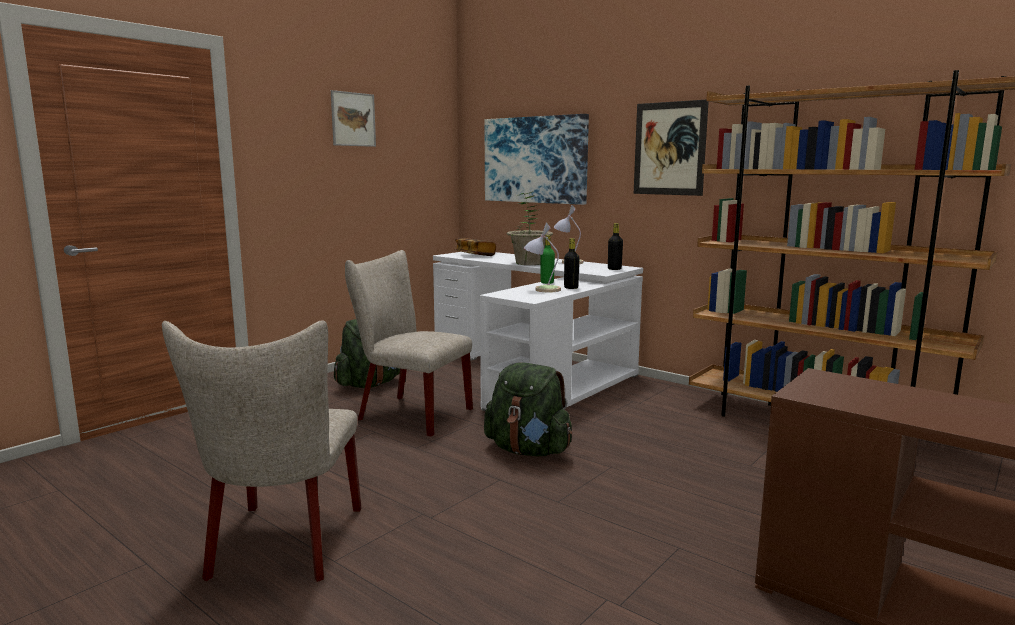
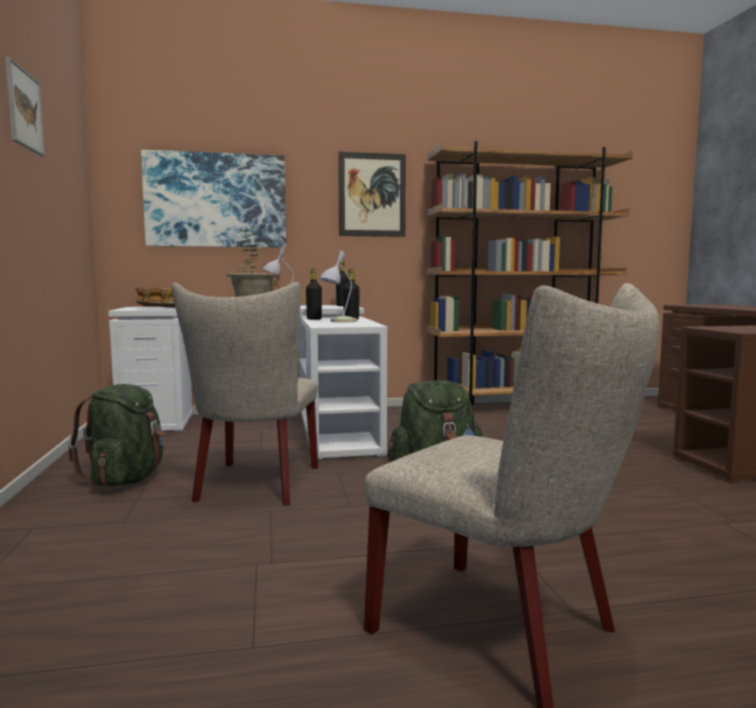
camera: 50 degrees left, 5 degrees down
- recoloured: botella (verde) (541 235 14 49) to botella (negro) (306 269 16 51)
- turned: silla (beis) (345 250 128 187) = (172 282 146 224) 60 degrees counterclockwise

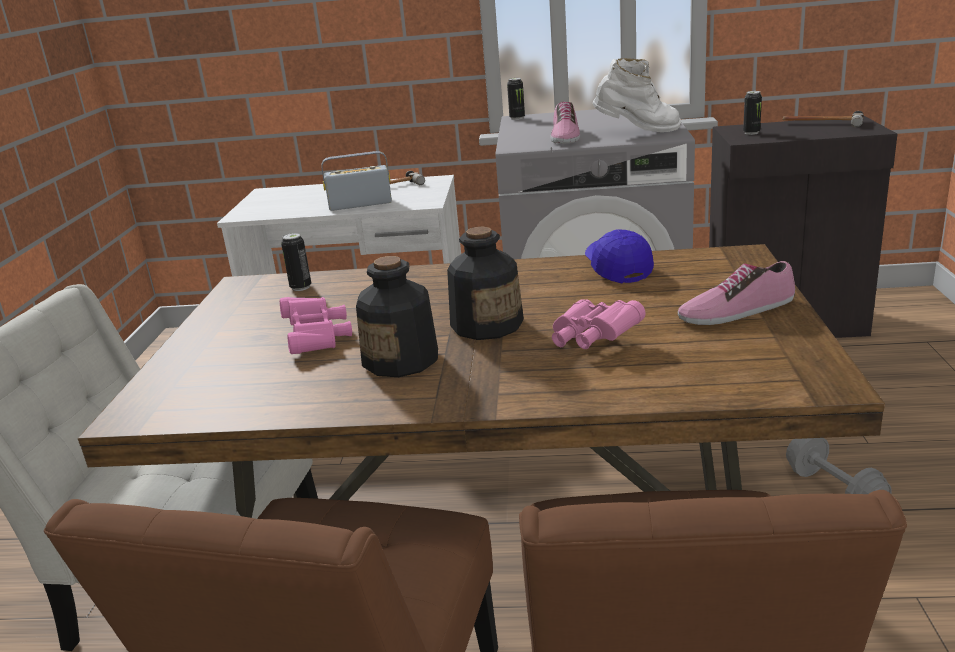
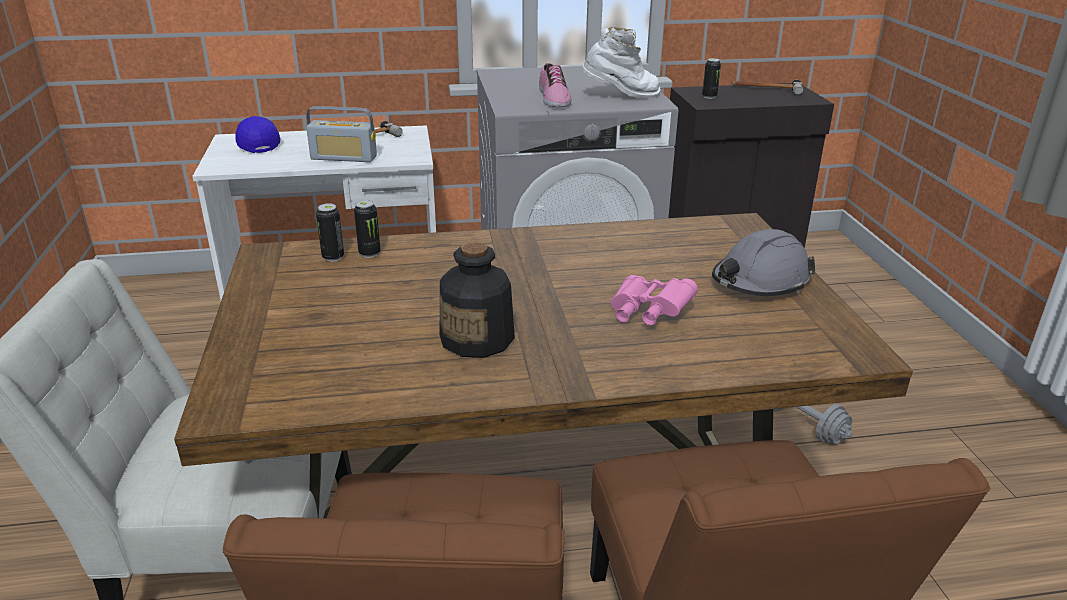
camera: 15 degrees left, 5 degrees up
- removed: prismáticos (rosa) (280 297 72 57)
- removed: botella (447 227 77 113)
- moved: lata (507 78 18 42) to (354 200 27 58)
- moved: gorra (azul) (585 229 69 55) to (235 116 45 37)
- replaced: zapato (678 261 117 64) to casco (gris) (712 229 103 67)
- turned: radio (322 151 70 60) = (306 106 71 56) 150 degrees counterclockwise

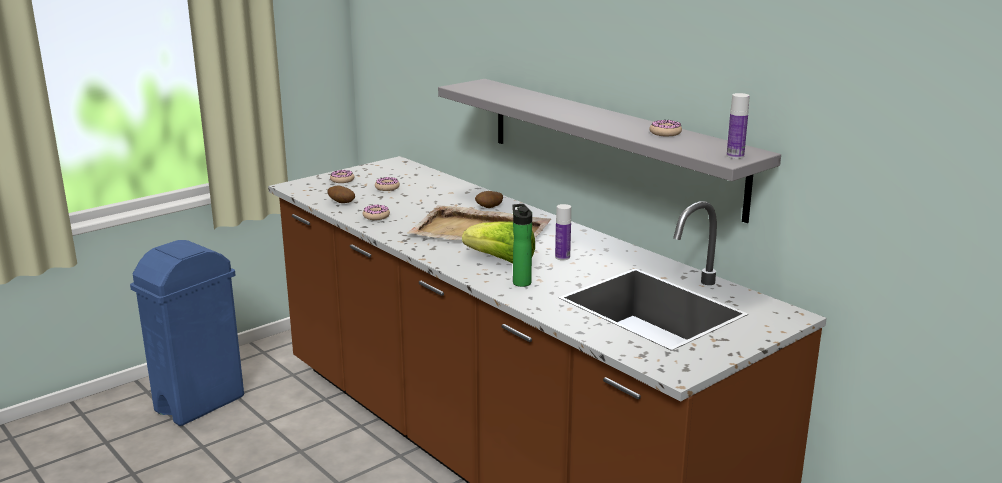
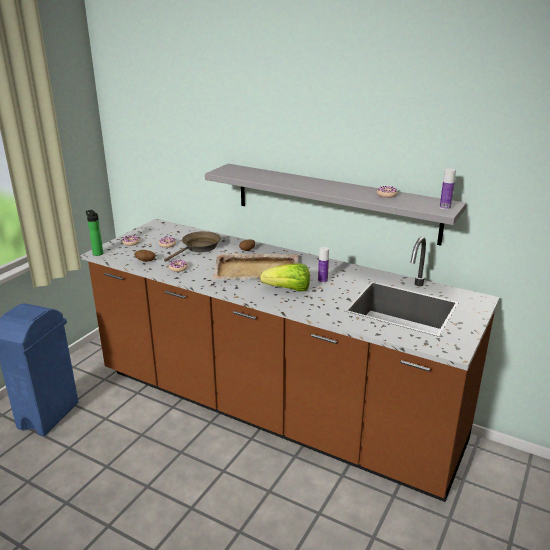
camera: 20 degrees left, 5 degrees up
- added: sartén (marrón) (164 231 57 31)
- moved: botella (512 204 20 83) to (86 210 17 46)

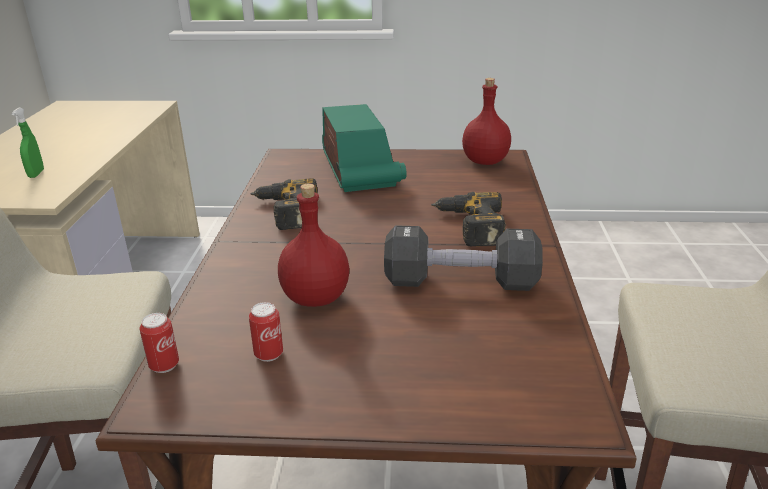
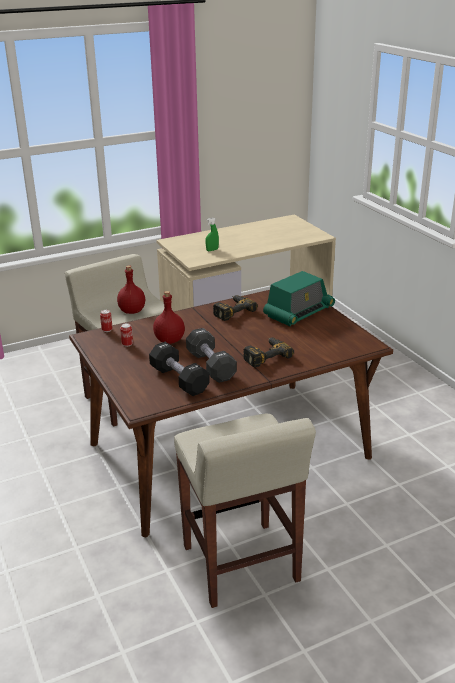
camera: 60 degrees right, 0 degrees up
- added: mancuerna (negro) (149 342 61 54)
- moved: botella (rojo) (462 78 49 87) to (117 265 28 49)

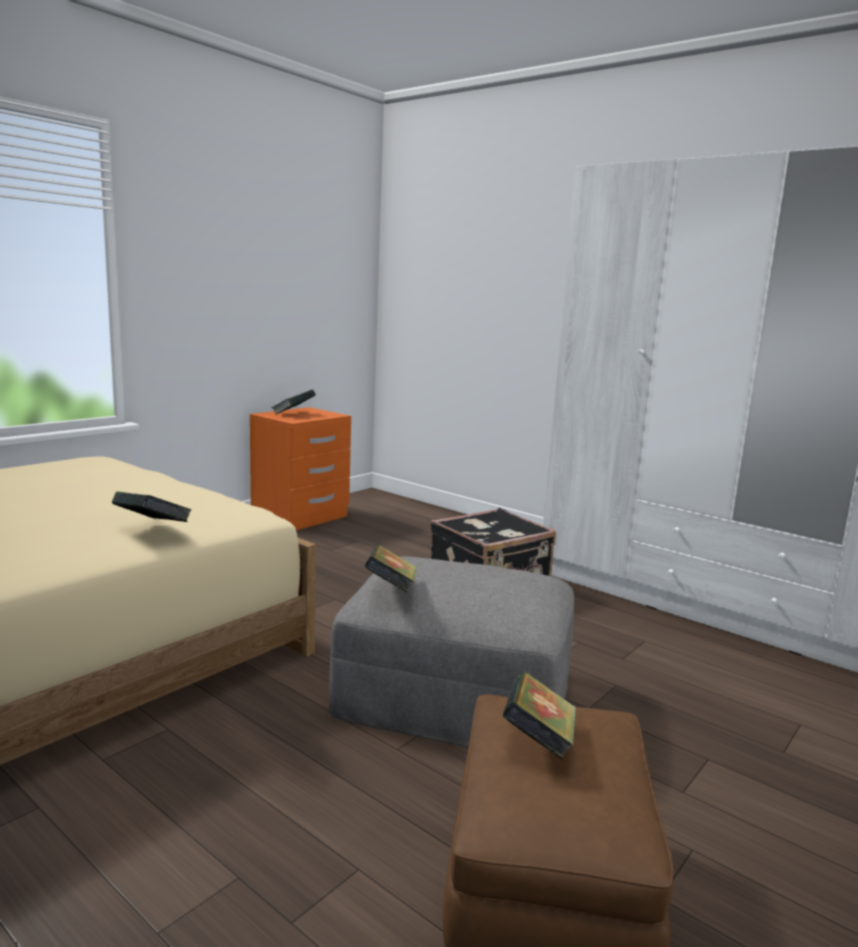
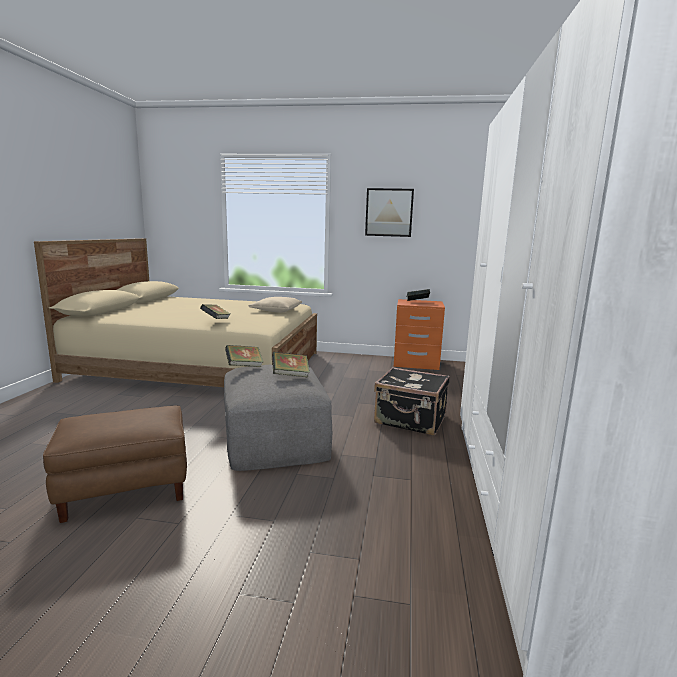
camera: 60 degrees right, 0 degrees up
- added: cojín (beis) (248 297 54 15)
- added: cuadro (365 188 49 49)
- moved: libro (502 671 74 88) to (272 352 38 25)

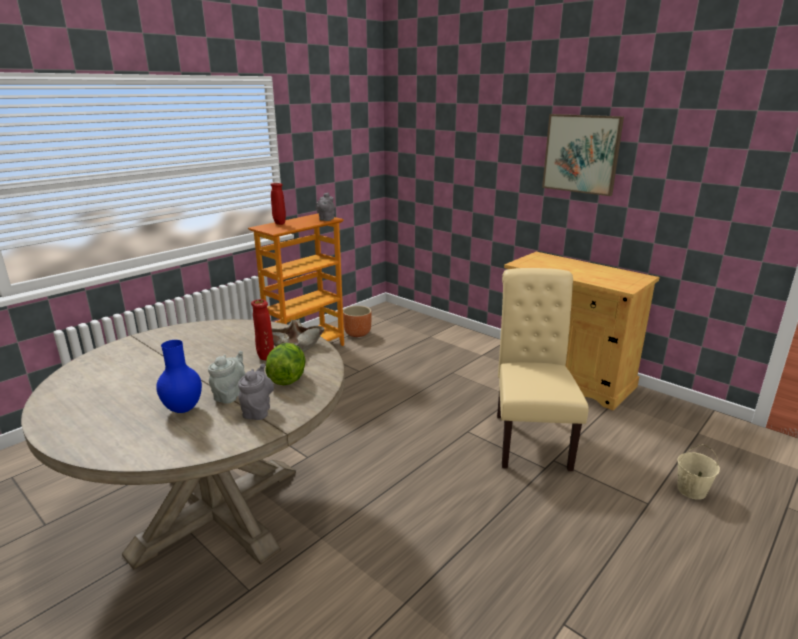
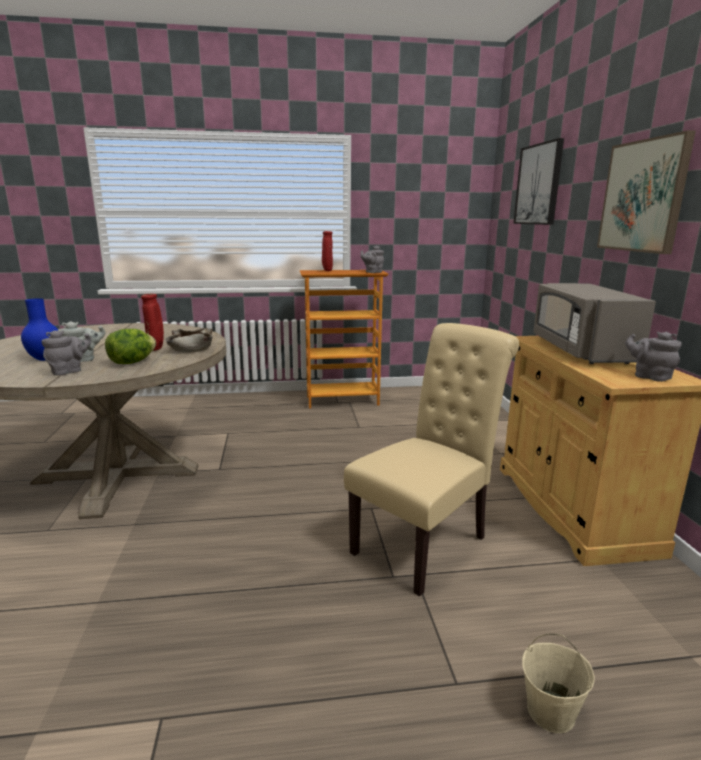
camera: 40 degrees right, 5 degrees down
- removed: maceta (marrón) (343 306 29 31)
- added: cuadro (513 138 51 87)
- added: microondas (gris) (533 283 123 81)
- added: tetera (gris) (625 332 56 50)

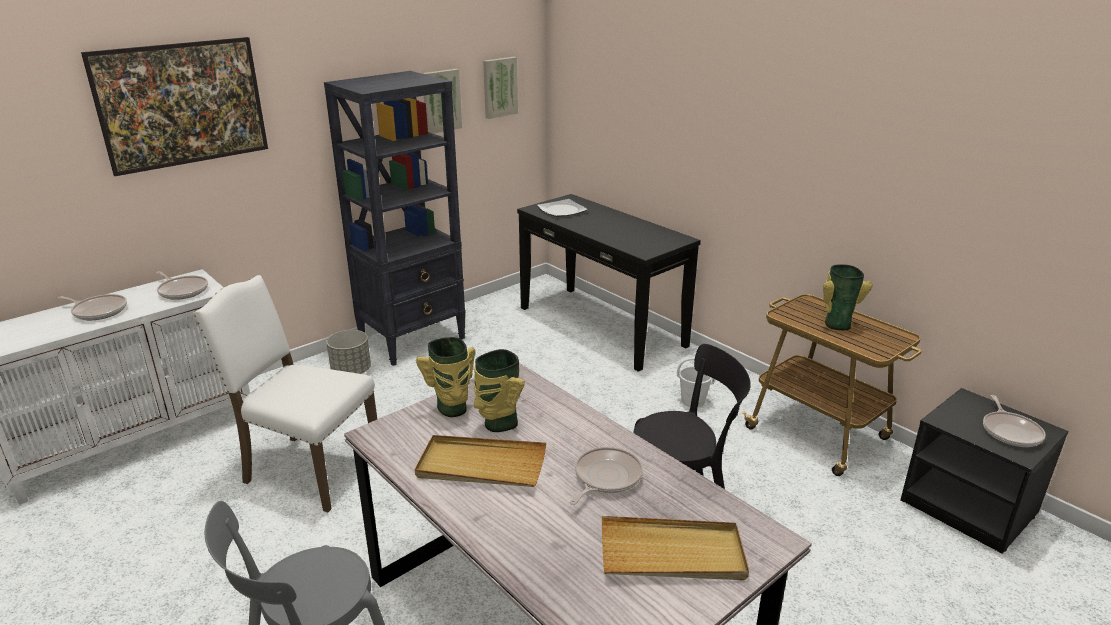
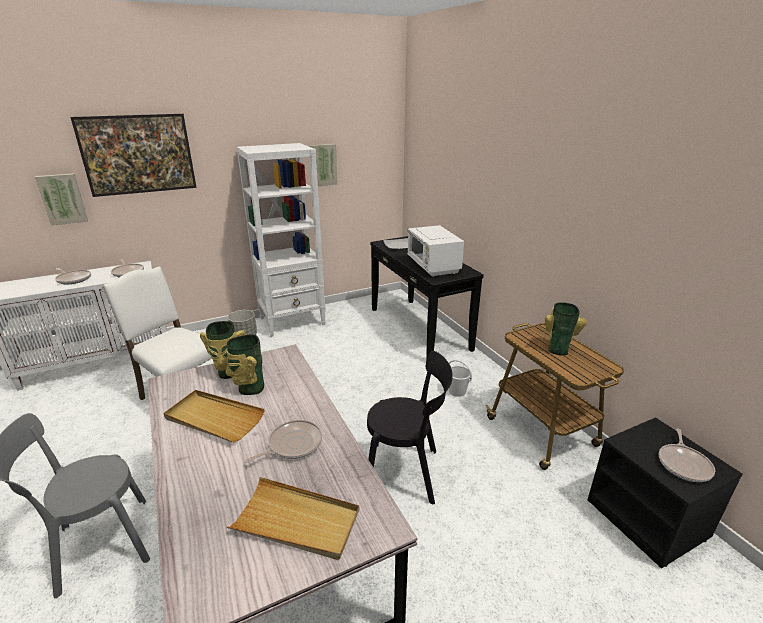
camera: 15 degrees right, 0 degrees up
- added: microondas (blanco) (407 225 57 52)
- moved: cuadro (483 57 35 62) to (35 173 53 53)
- recoloured: estantería (negro) (324 71 142 295) to estantería (blanco) (237 143 89 194)

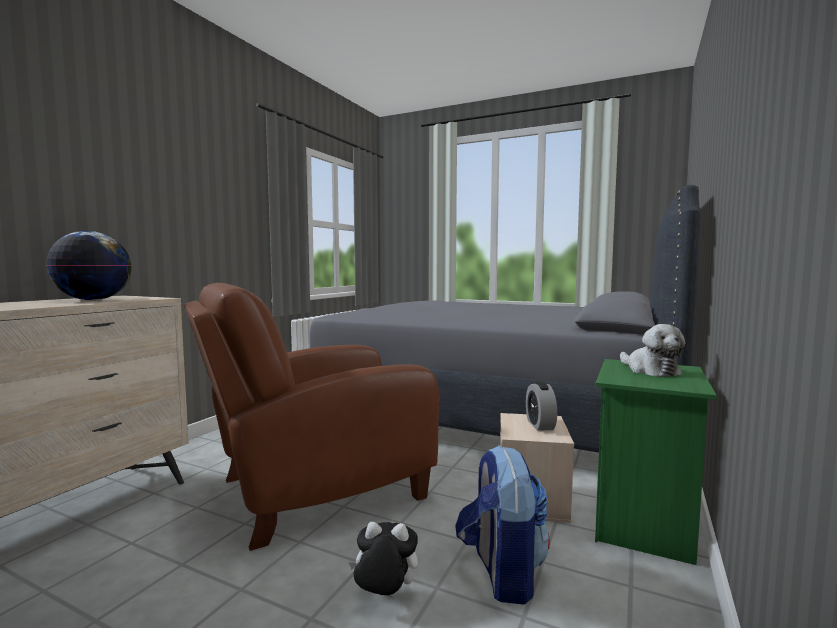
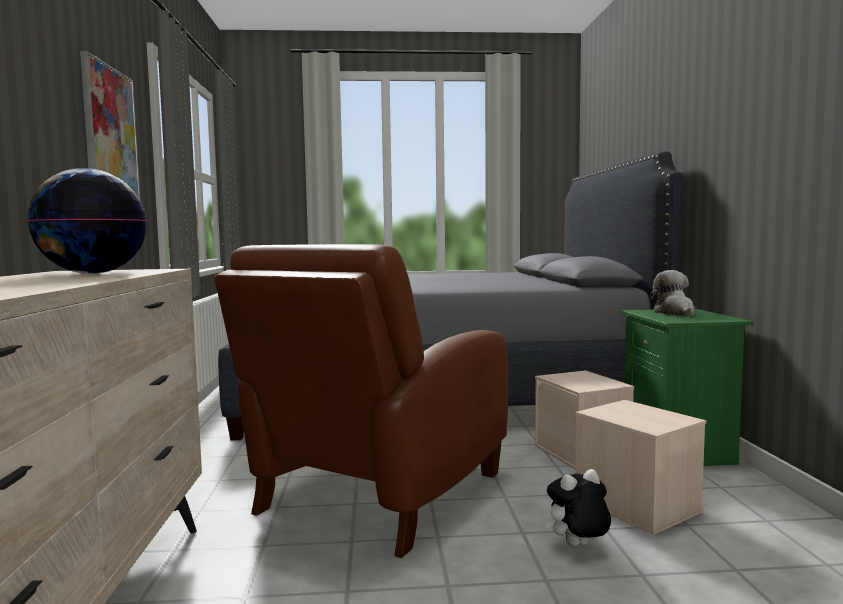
camera: 30 degrees left, 0 degrees up
- removed: despertador (526 382 31 49)
- added: cuadro (80 51 60 148)
- replaced: mochila (455 445 95 159) to caja de almacenaje (beis) (575 400 131 135)
- turned: peluche (620 324 65 53) = (650 270 44 46) 135 degrees counterclockwise

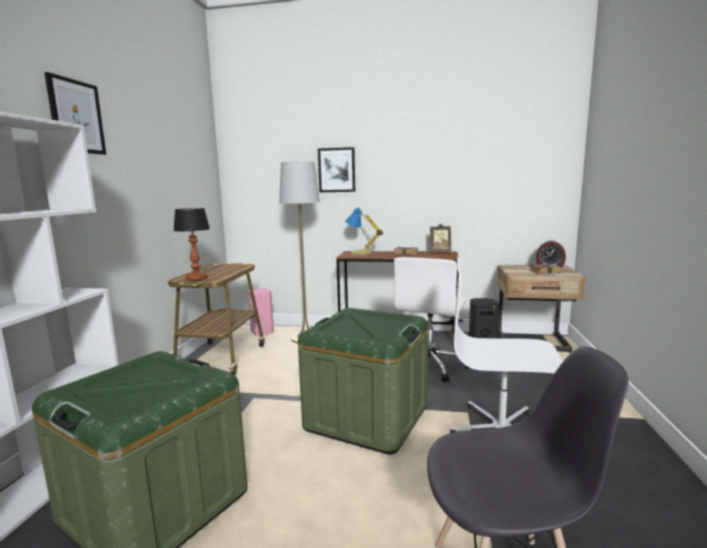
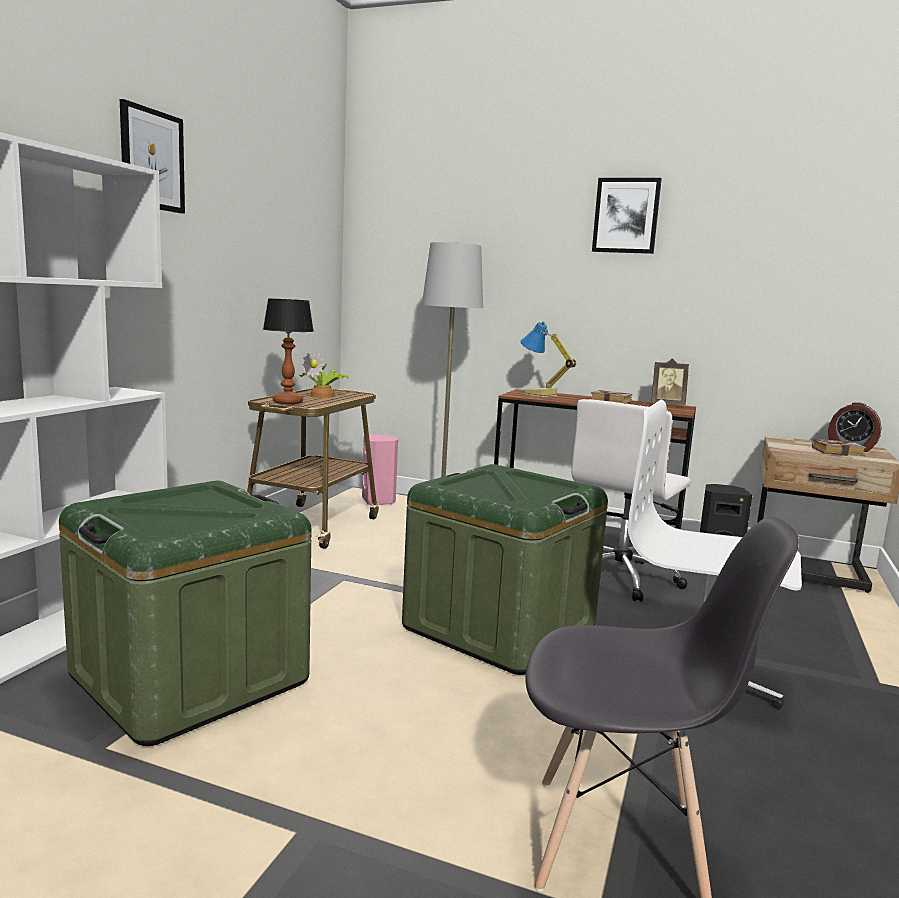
camera: 10 degrees right, 0 degrees up
- added: planta en maceta (299 350 50 48)
- moved: cuadro (318 147 37 45) to (592 178 70 76)

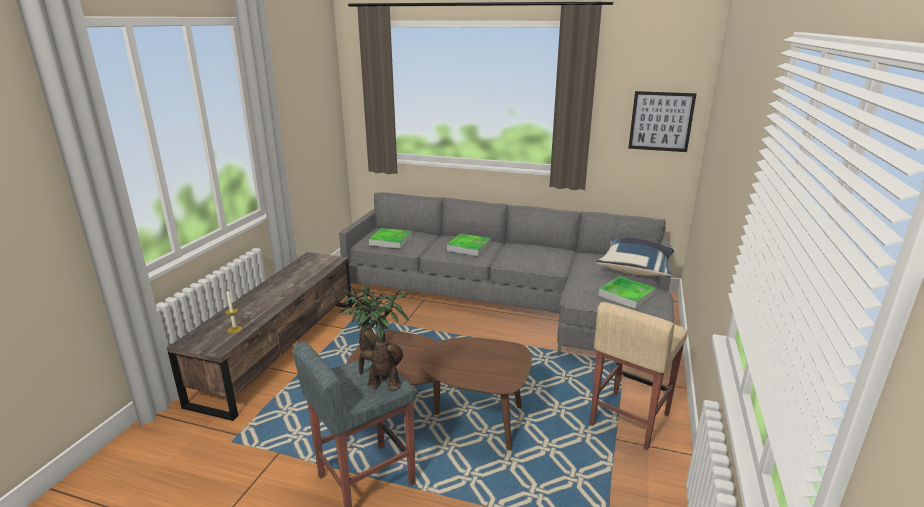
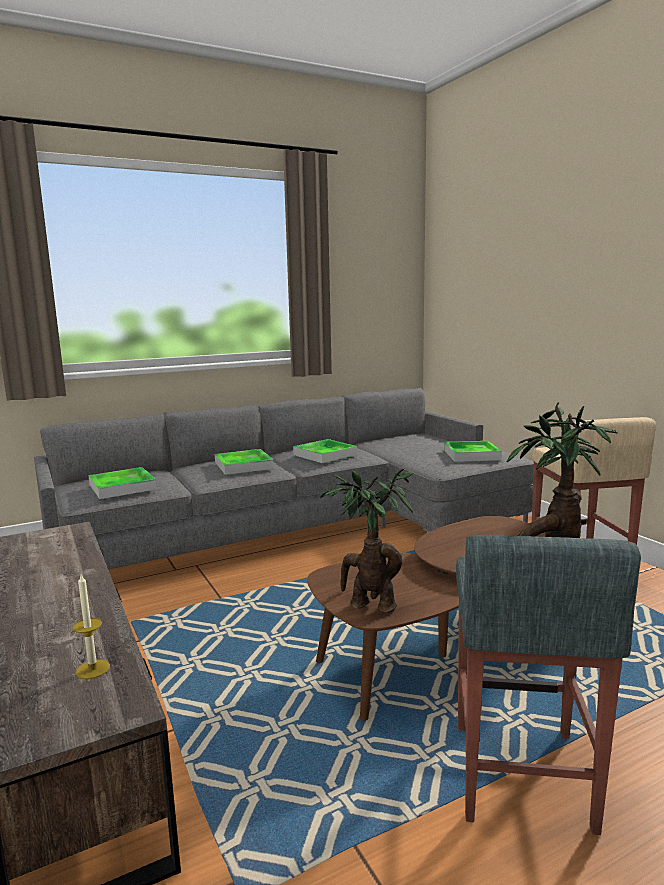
camera: 45 degrees left, 10 degrees down
- removed: cojín (azul) (596 238 80 38)
- removed: cuadro (628 91 69 61)
- added: bandeja (293 439 64 24)

